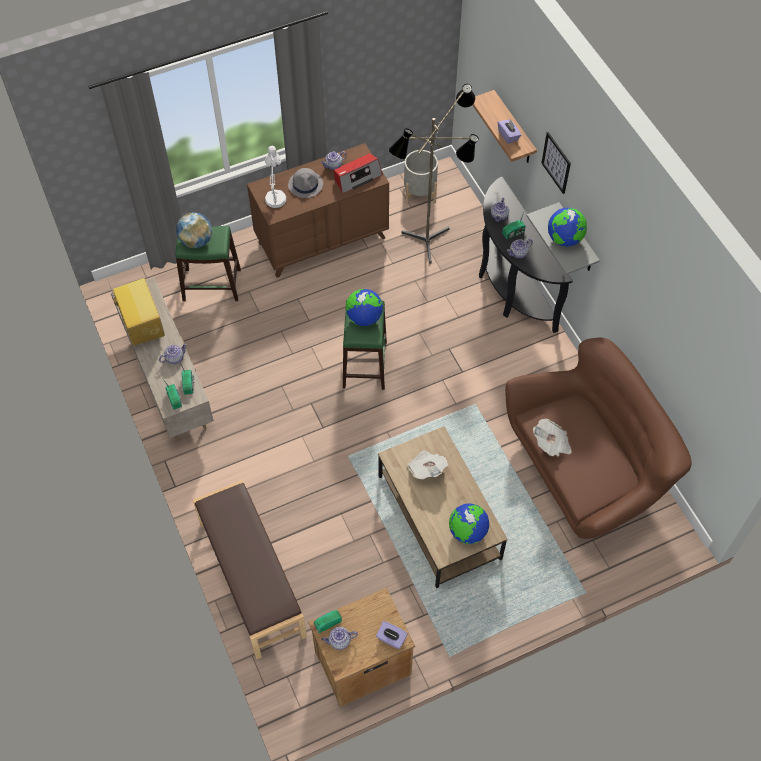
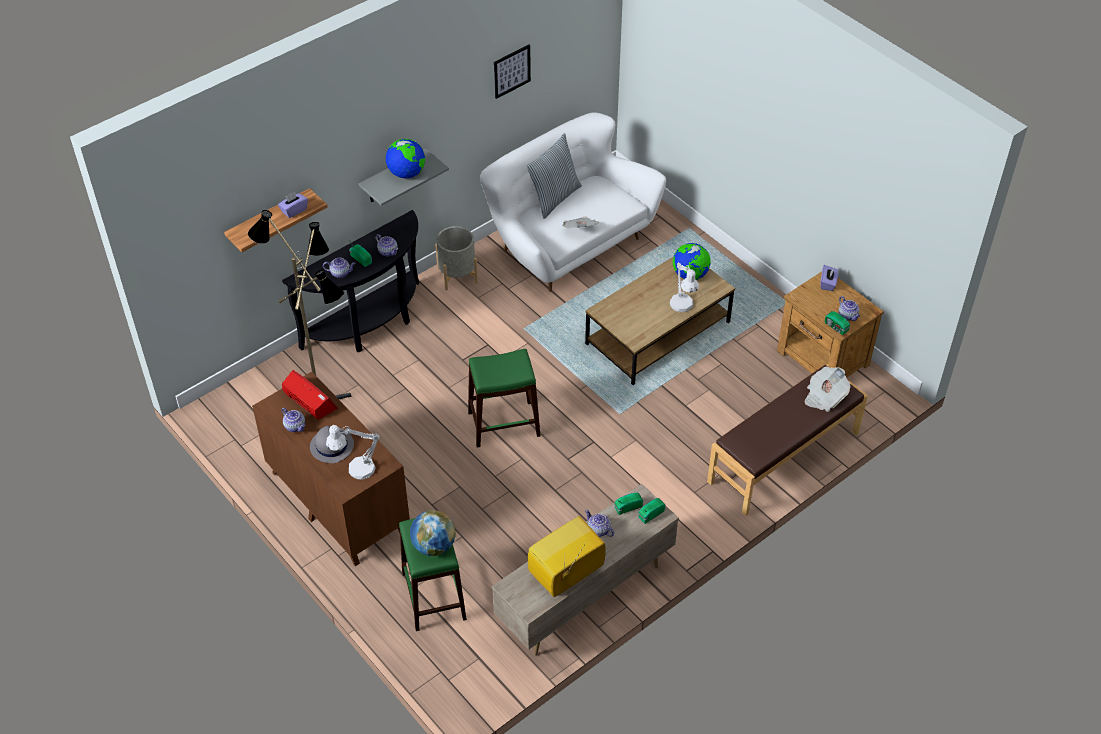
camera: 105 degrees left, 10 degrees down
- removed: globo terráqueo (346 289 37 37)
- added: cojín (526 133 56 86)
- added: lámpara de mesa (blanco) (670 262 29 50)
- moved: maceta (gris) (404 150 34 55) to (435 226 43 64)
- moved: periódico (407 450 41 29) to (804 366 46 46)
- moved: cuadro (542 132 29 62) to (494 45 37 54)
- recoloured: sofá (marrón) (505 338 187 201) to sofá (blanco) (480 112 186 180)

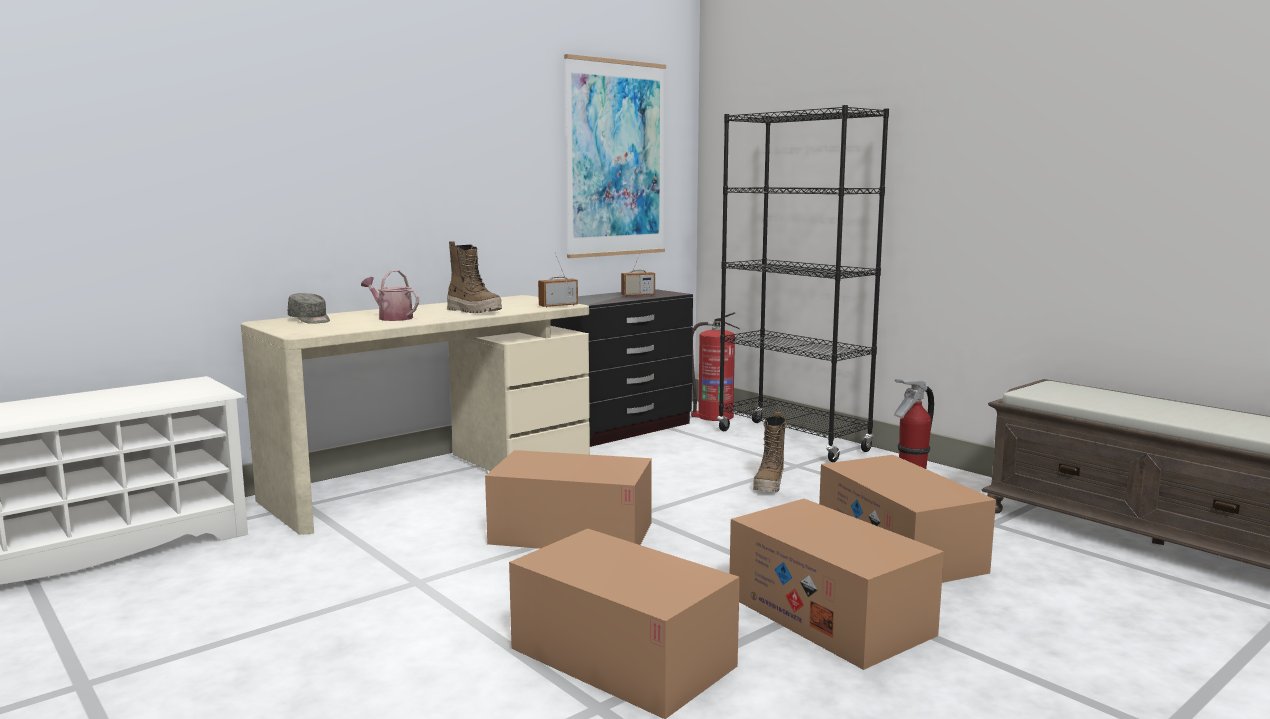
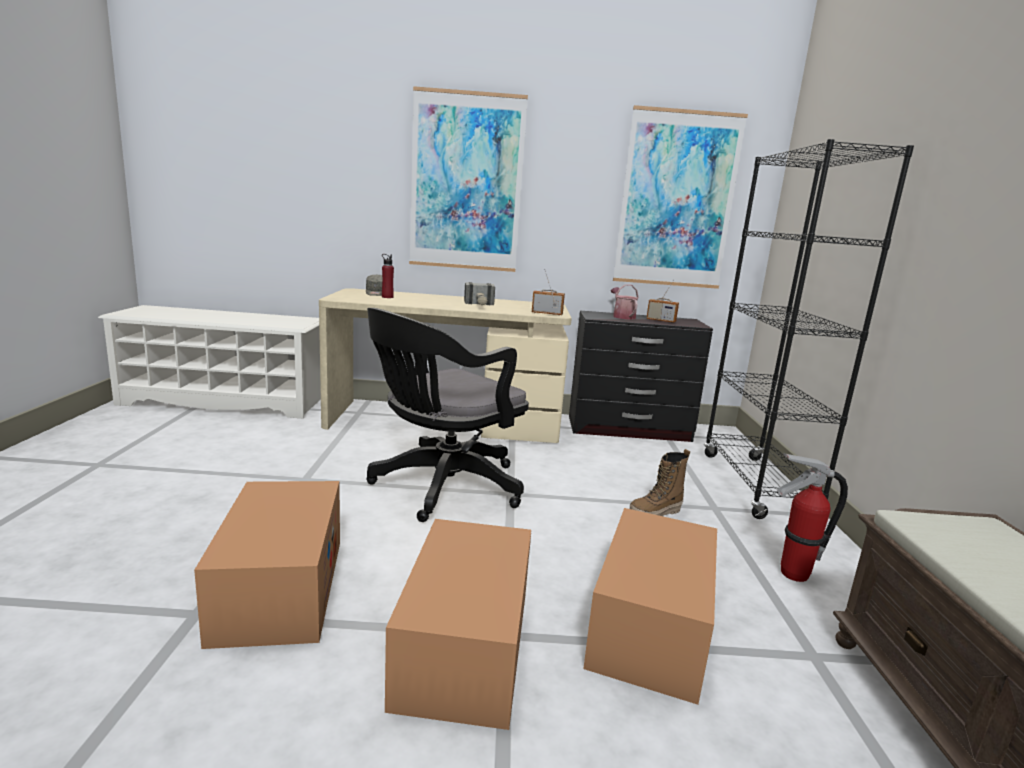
camera: 40 degrees right, 5 degrees up
- removed: extintor (691 312 49 109)
- added: botella (rojo) (382 254 12 44)
- added: cuadro (409 86 119 186)
- moved: regadera (361 270 58 51) to (611 284 27 36)
- replaced: bota (447 241 55 72) to martillo (464 282 31 23)
- replaced: caja de cartón (485 450 167 99) to silla de oficina (negro) (366 308 163 214)

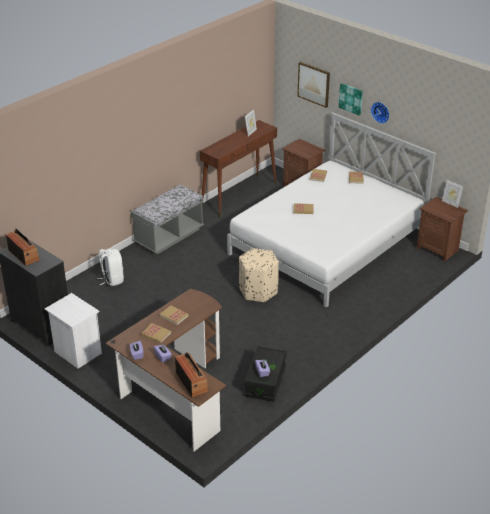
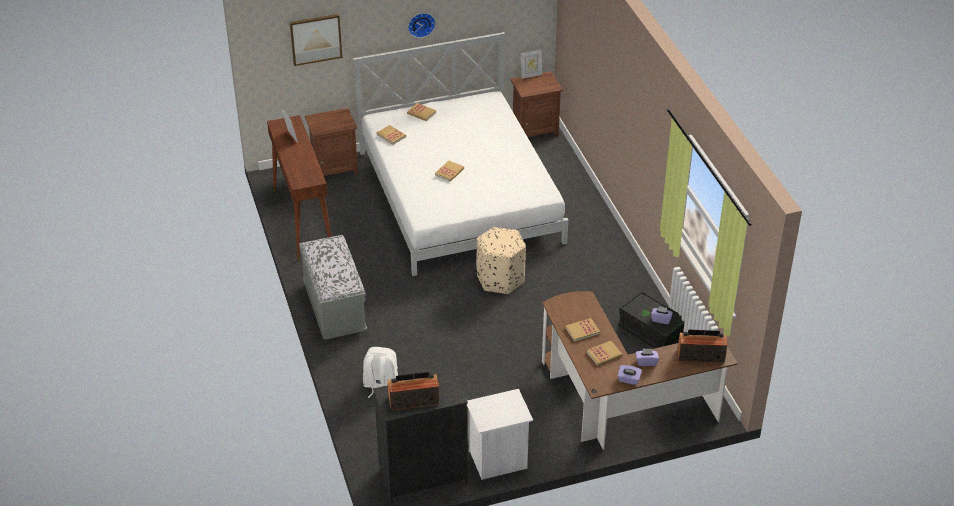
camera: 60 degrees left, 5 degrees up
- removed: cuadro (339 83 24 32)

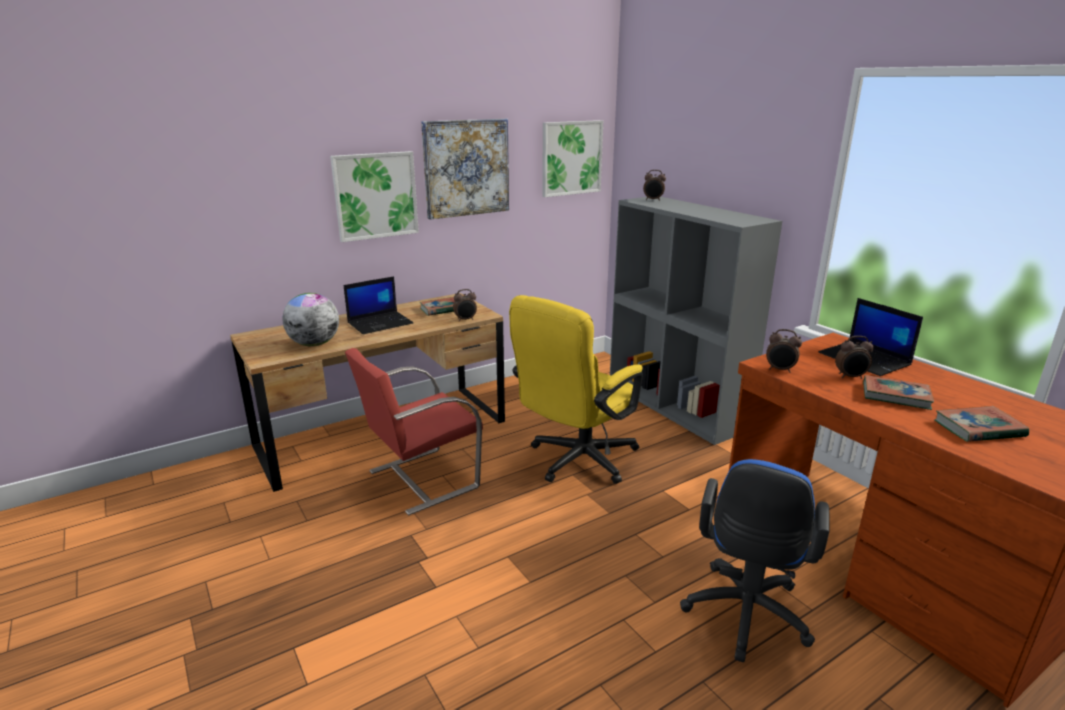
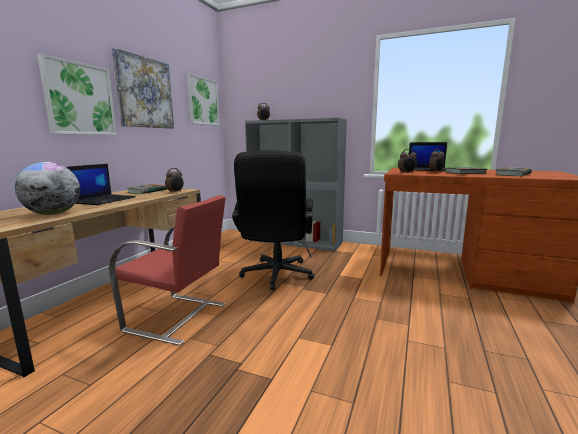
camera: 35 degrees left, 10 degrees down
- removed: silla de oficina (azul) (680 459 149 203)
- recoloured: silla de oficina (amarillo) (509 295 134 189) to silla de oficina (negro) (232 150 82 140)
- turned: silla (rojo) (345 348 138 167) = (109 195 117 151) 90 degrees counterclockwise

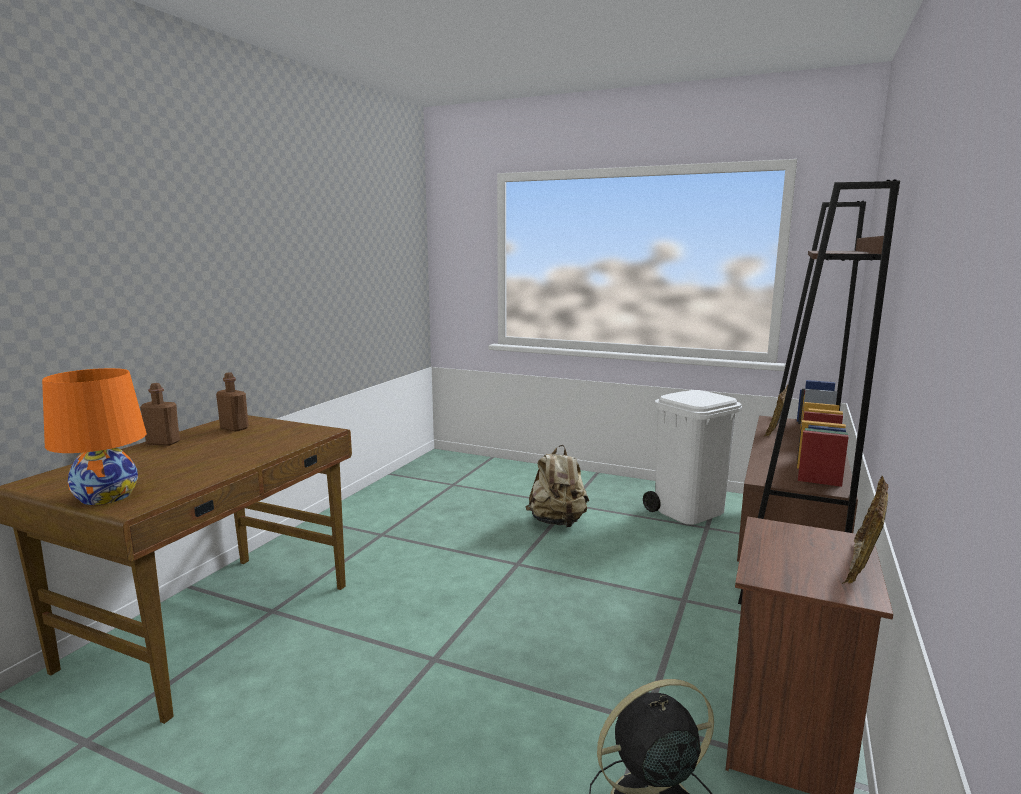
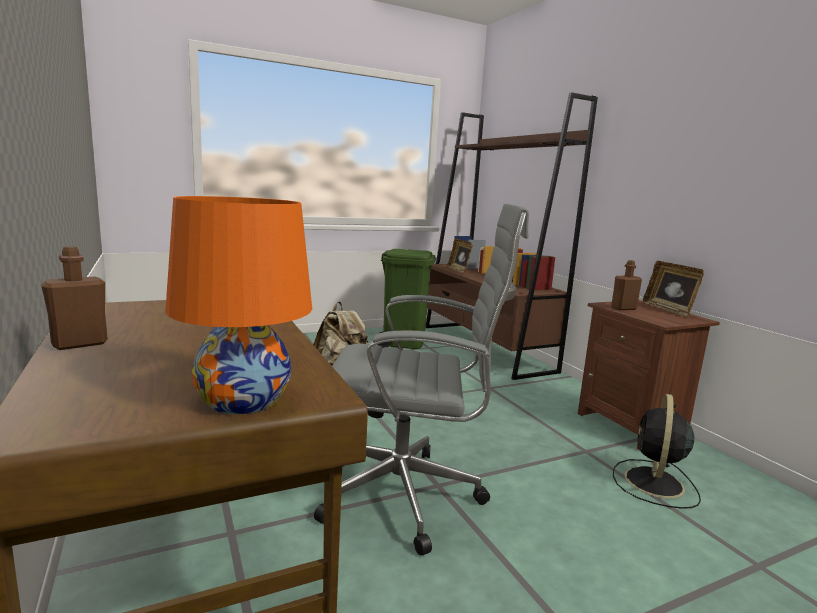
camera: 50 degrees left, 0 degrees up
- added: silla de oficina (gris) (314 203 215 352)
- moved: botella (marrón) (216 372 33 60) to (611 260 31 50)
- recoloured: papelera (blanco) (643 390 99 135) to papelera (verde) (377 249 59 100)

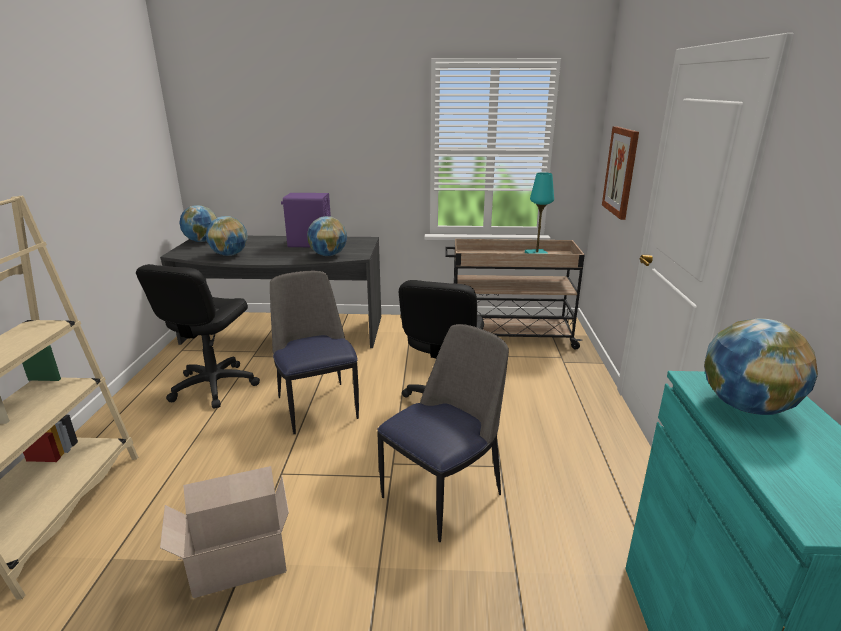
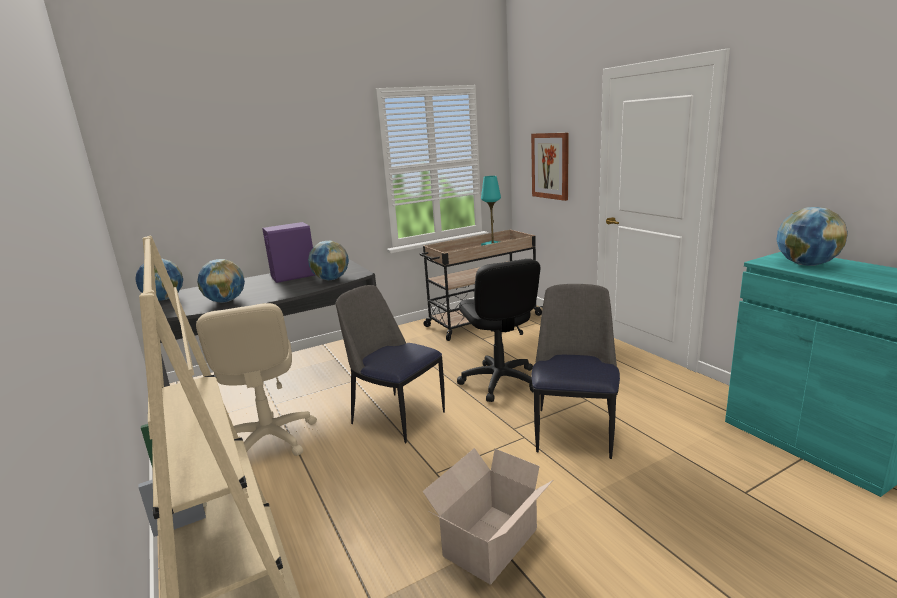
camera: 30 degrees left, 5 degrees down
- recoloured: silla de oficina (negro) (136 264 124 144) to silla de oficina (beis) (196 303 121 153)

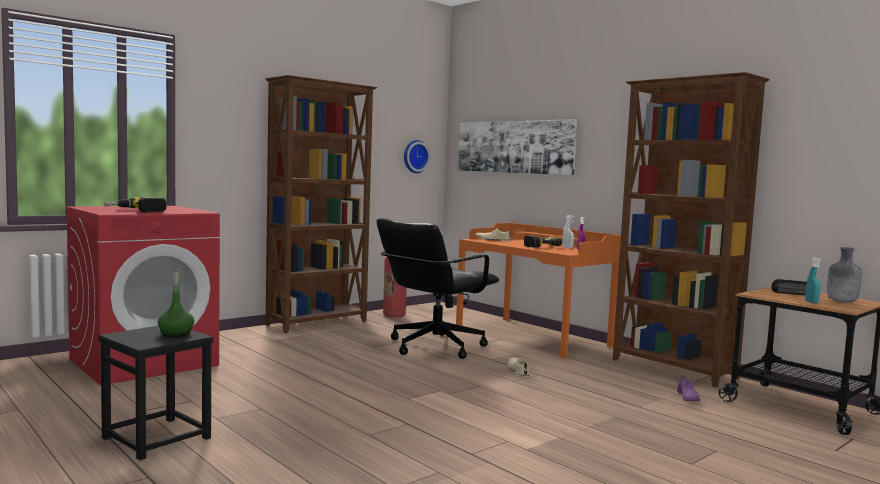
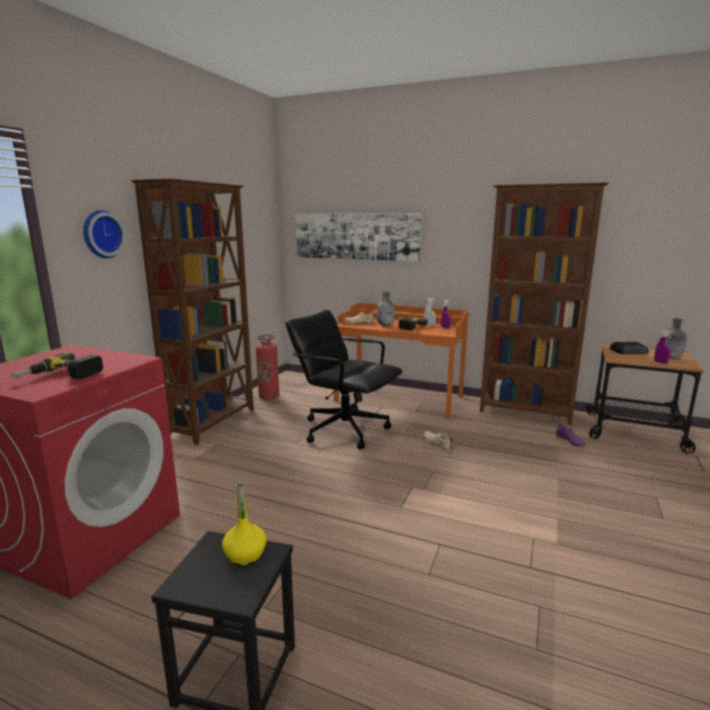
camera: 25 degrees left, 10 degrees up
- added: botella (gris) (377 292 18 34)
- moved: reloj de pared (404 140 26 33) to (83 210 43 48)
- recoloured: botella (verde) (158 269 36 68) to botella (amarillo) (222 481 44 85)
- recoloured: pulverizador (turquesa) (805 257 16 47) to pulverizador (morado) (654 330 19 34)
- turned: silla de oficina (negro) (376 218 123 141) = (286 309 116 140) 105 degrees clockwise

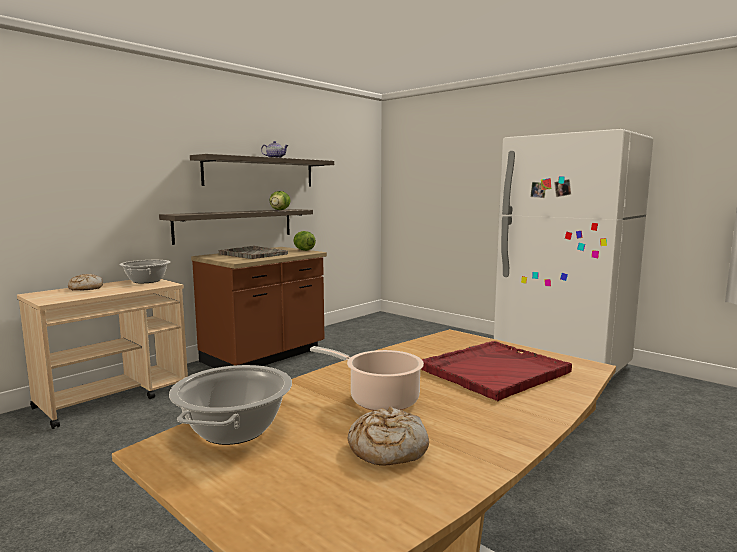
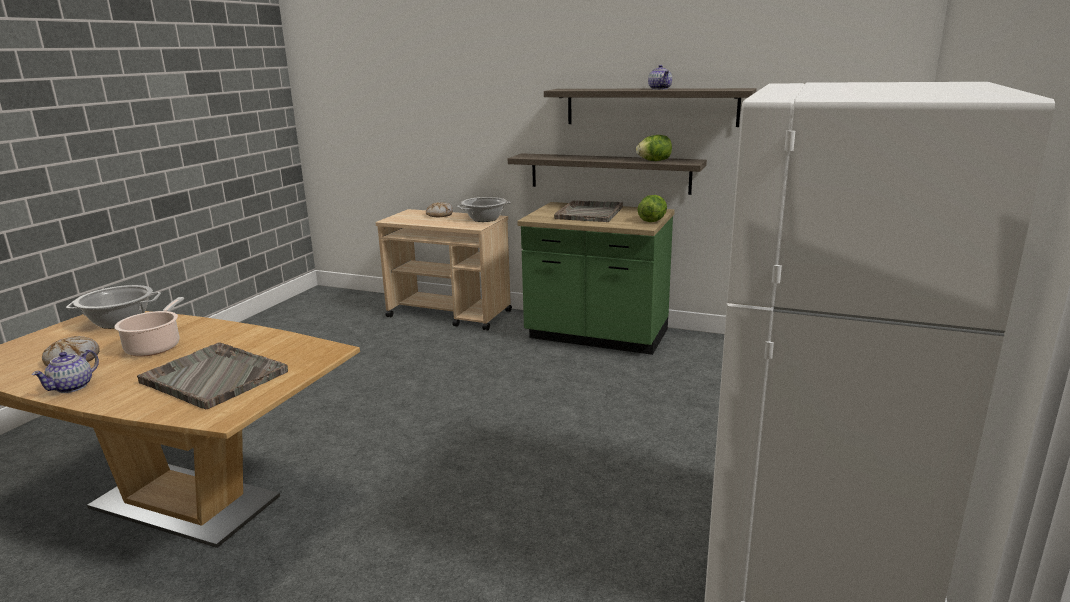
camera: 70 degrees right, 10 degrees up
- added: tetera (32 350 67 43)
- recoloured: mueble bajo de cocina (marrón) (191 247 136 121) to mueble bajo de cocina (verde) (517 202 158 153)
- recoloured: bandeja (rojo) (421 341 151 60) to bandeja (gris) (137 342 151 67)

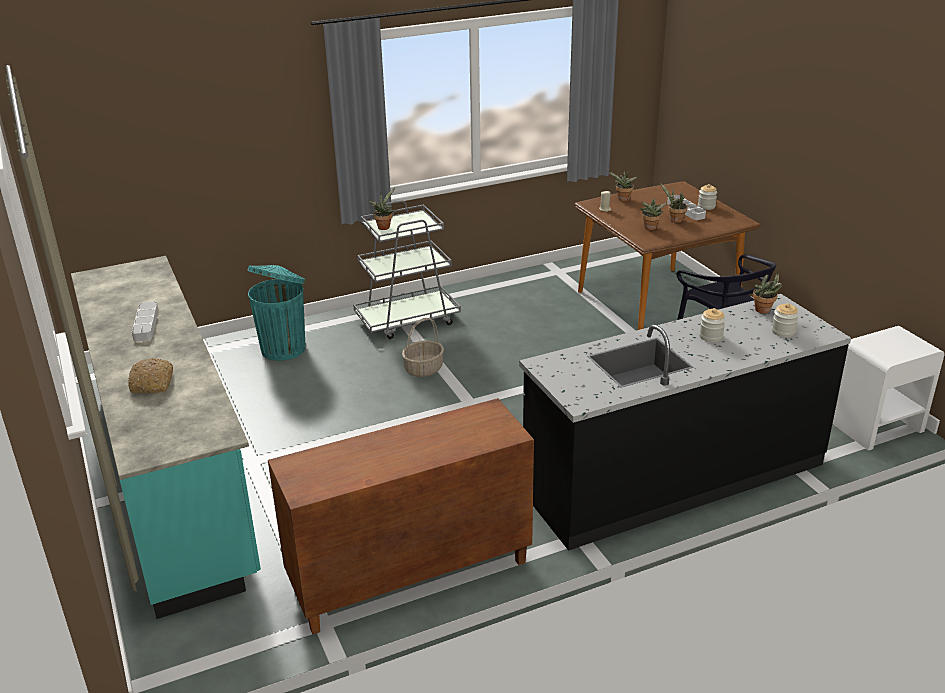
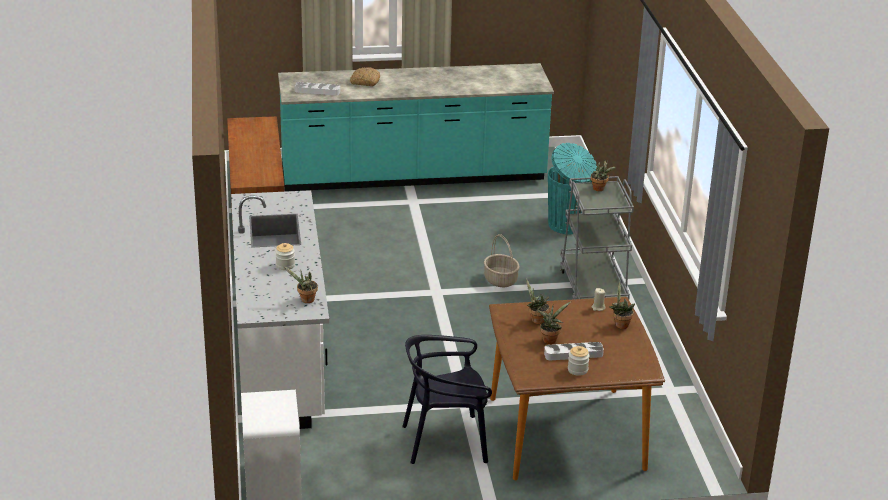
camera: 105 degrees right, 0 degrees up
- removed: tarro (772 303 27 34)
- moved: bandeja (gris) (132 301 27 40) to (295 82 45 13)
- recoloured: mueble bajo de cocina (negro) (519 294 332 257) to mueble bajo de cocina (blanco) (231 190 98 239)

